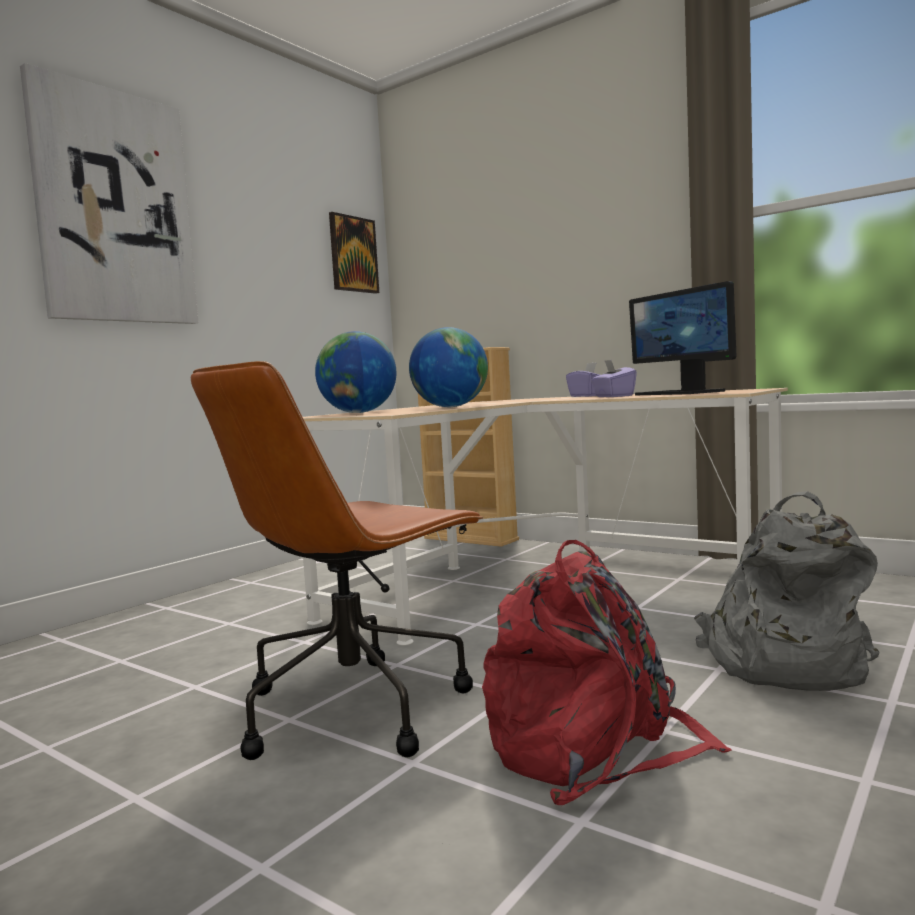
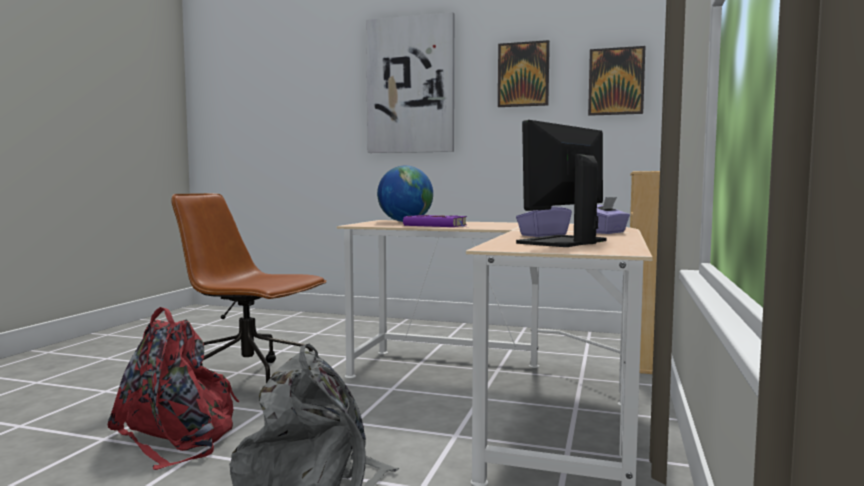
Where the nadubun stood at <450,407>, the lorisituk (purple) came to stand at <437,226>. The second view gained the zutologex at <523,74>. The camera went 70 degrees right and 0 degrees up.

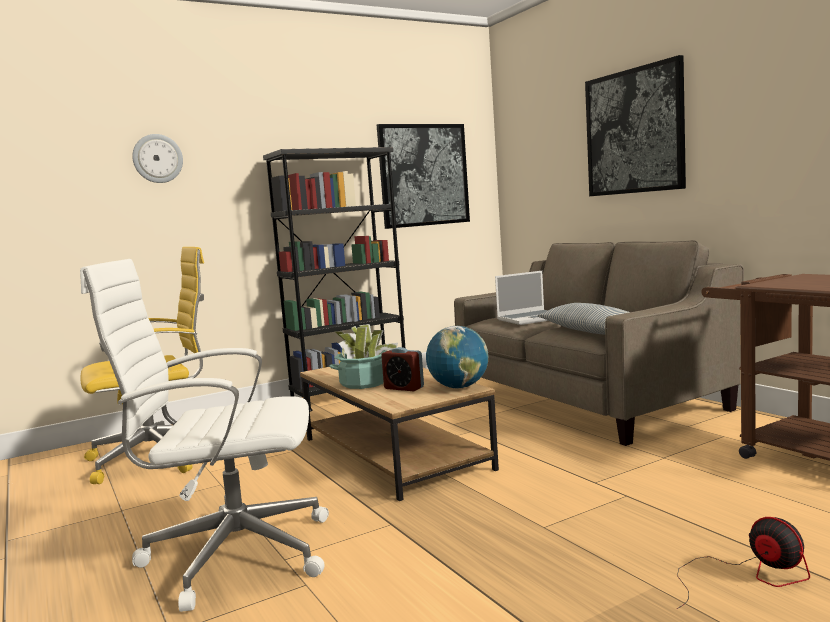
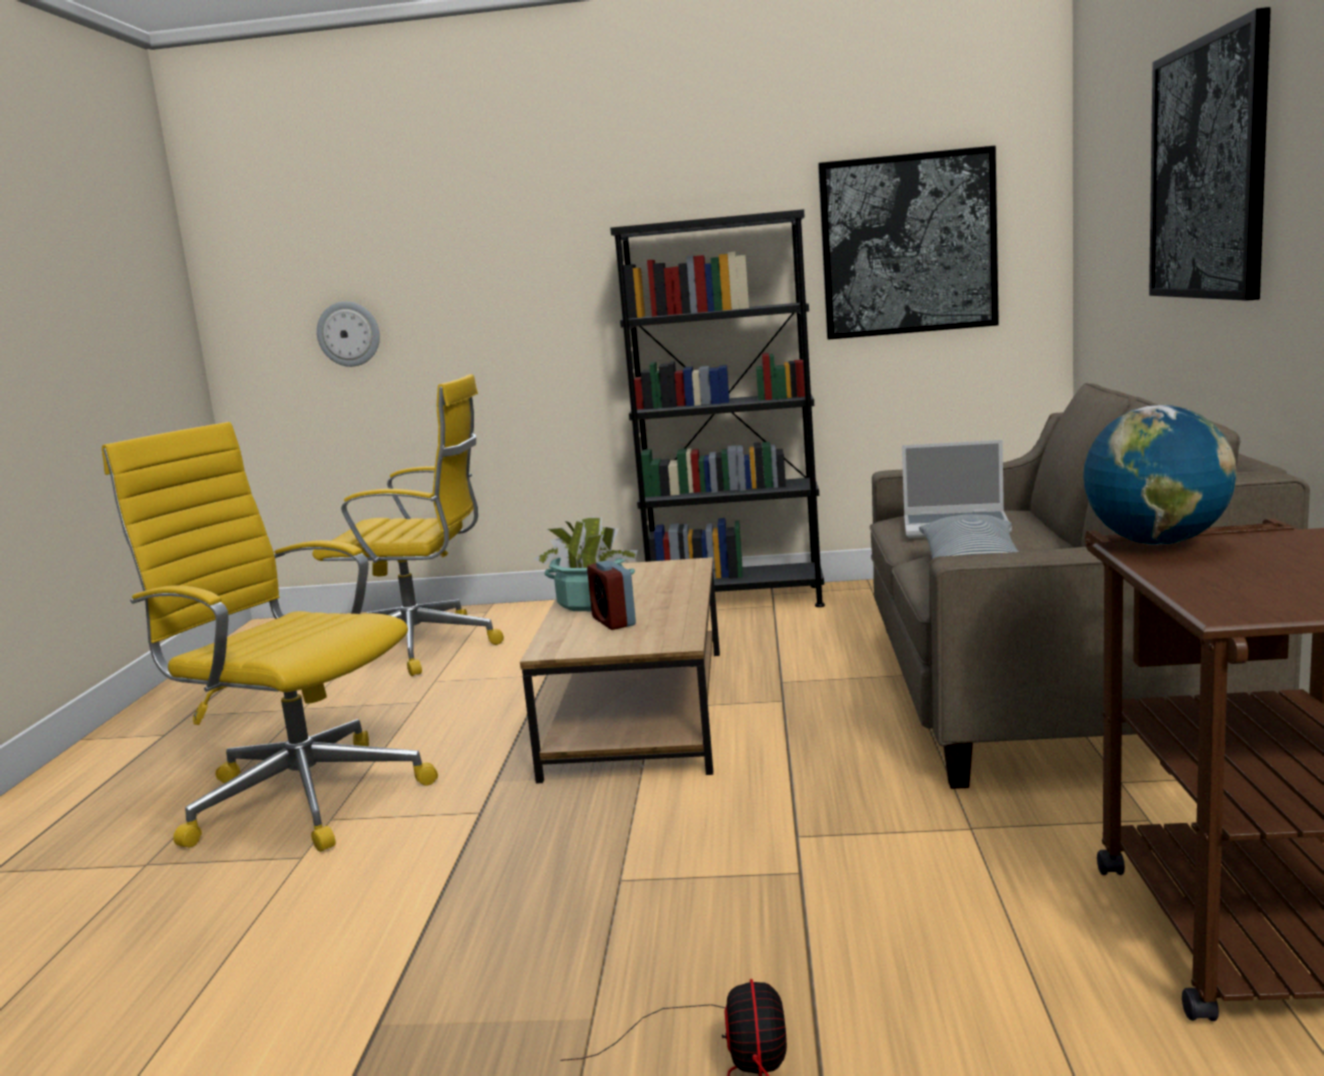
The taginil ended up elsewhere, having gone from <157,158> to <349,334>. What was the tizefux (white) at <231,554> turned into the tizefux (yellow) at <302,796>. The nadubun ended up elsewhere, having gone from <459,387> to <1156,543>. The camera went 35 degrees right and 5 degrees up.

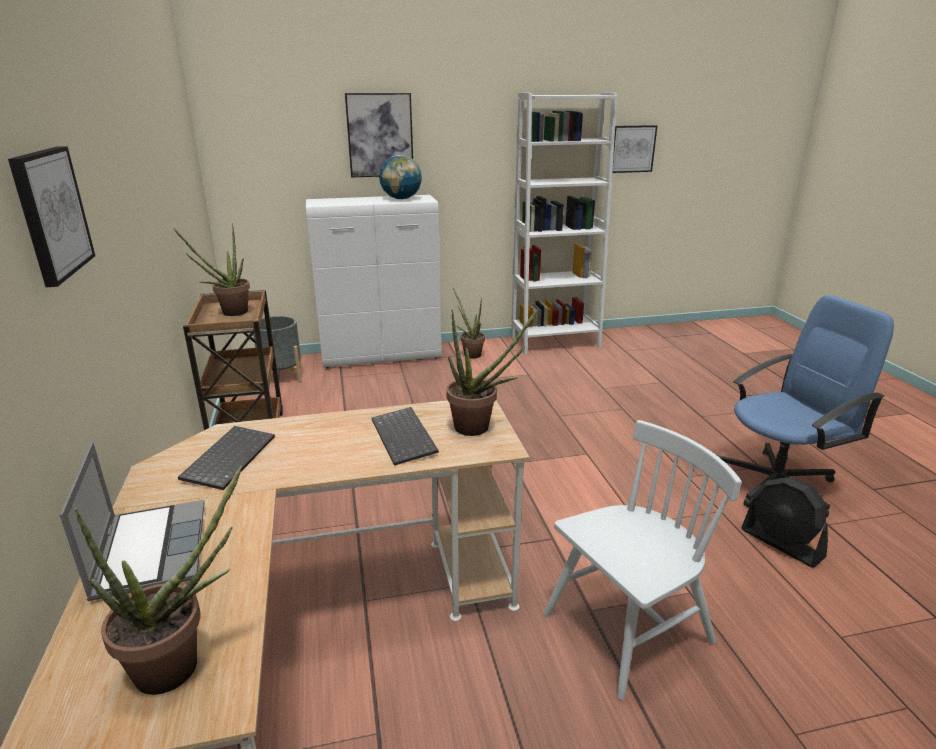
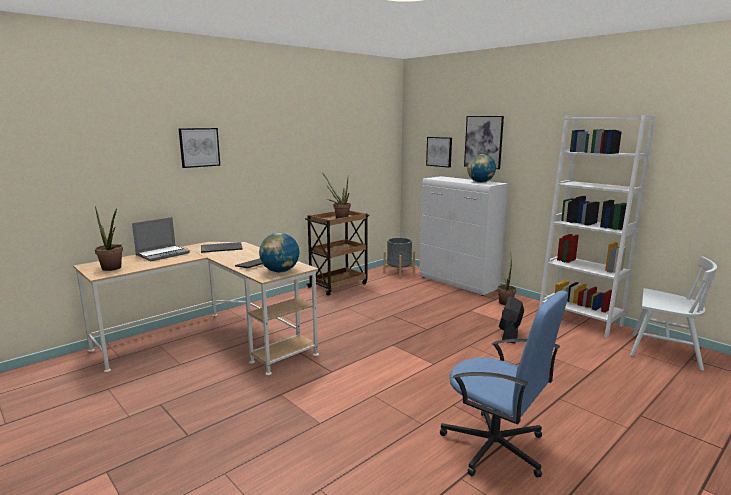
The zutologex ended up elsewhere, having gone from <632,149> to <439,151>. Where the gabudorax stood at <479,428>, the nadubun came to stand at <280,271>. The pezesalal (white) ended up elsewhere, having gone from <627,629> to <664,351>. The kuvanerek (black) ended up elsewhere, having gone from <782,543> to <509,335>. The camera went 60 degrees right and 10 degrees down.

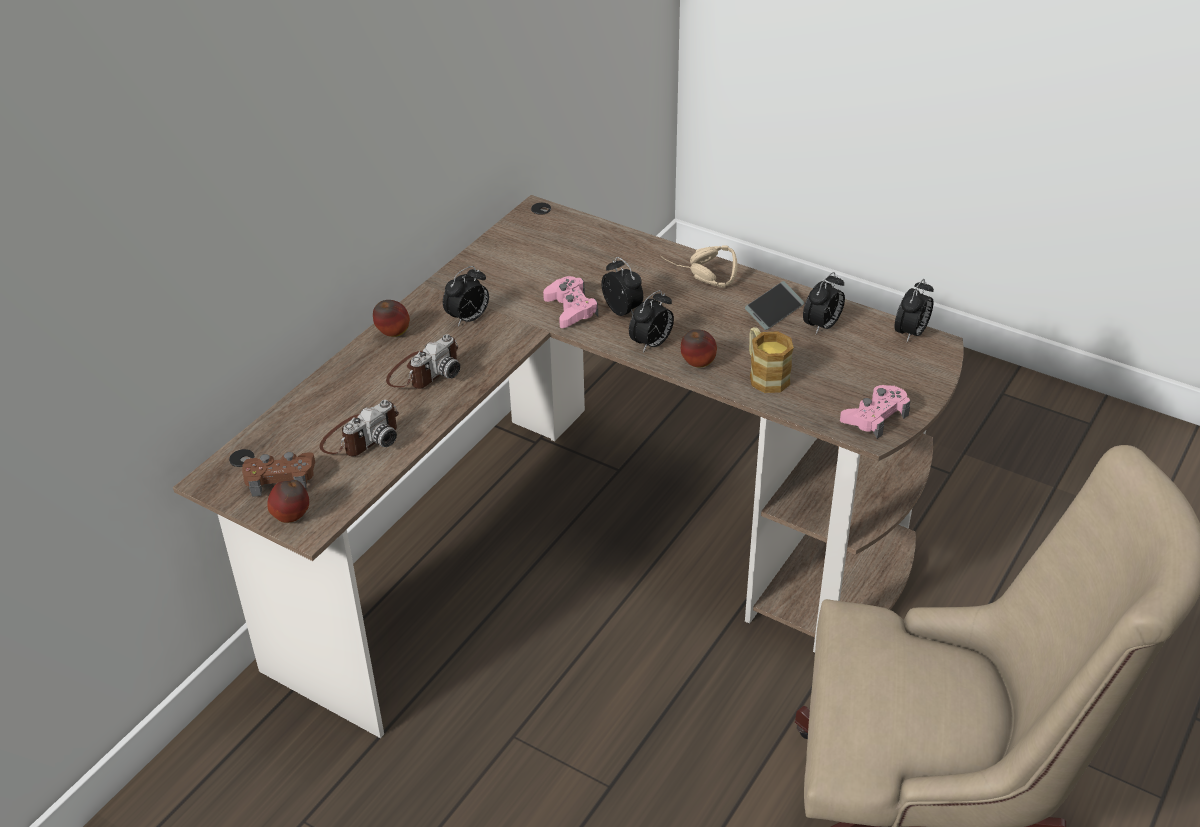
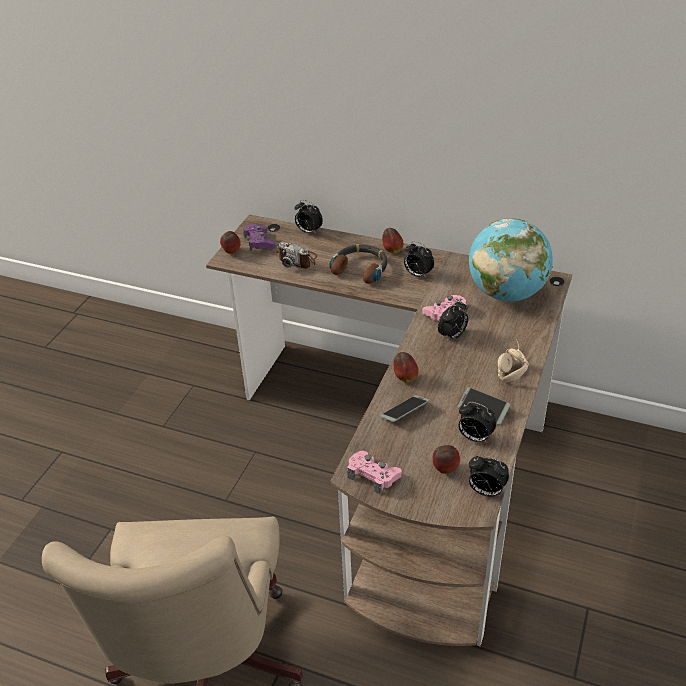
The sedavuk ended up elsewhere, having gone from <651,344> to <308,231>. Where the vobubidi stood at <765,375>, the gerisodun came to stand at <404,412>. Where the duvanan stood at <424,371>, the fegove came to stand at <361,269>. What was the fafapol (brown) at <280,478> turned into the fafapol (purple) at <259,242>. The second view gained the nadubun at <506,293>. The second view gained the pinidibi at <445,470>. The camera went 80 degrees right and 0 degrees up.

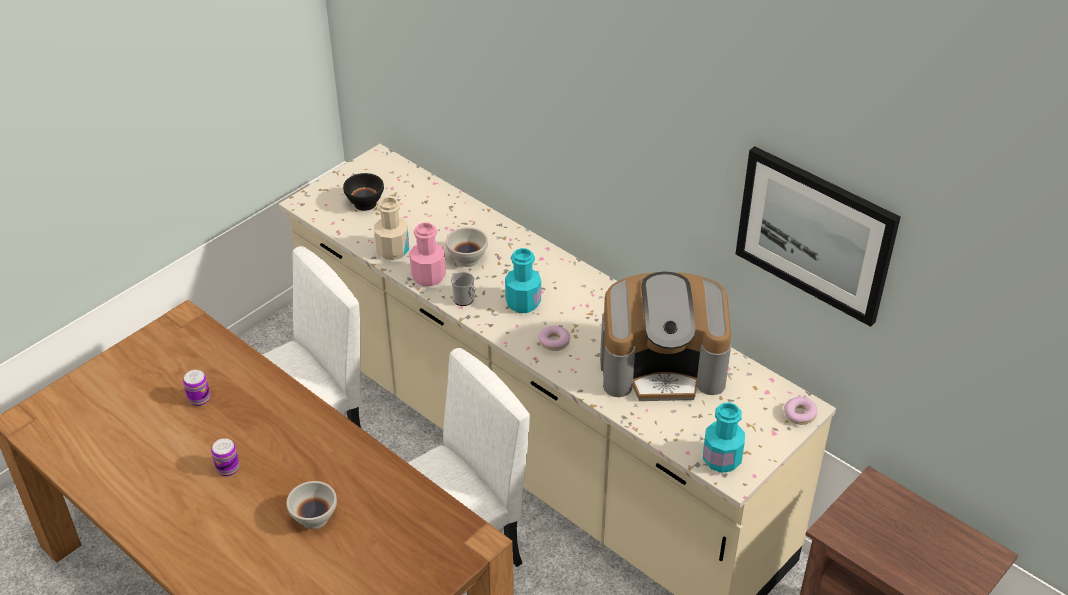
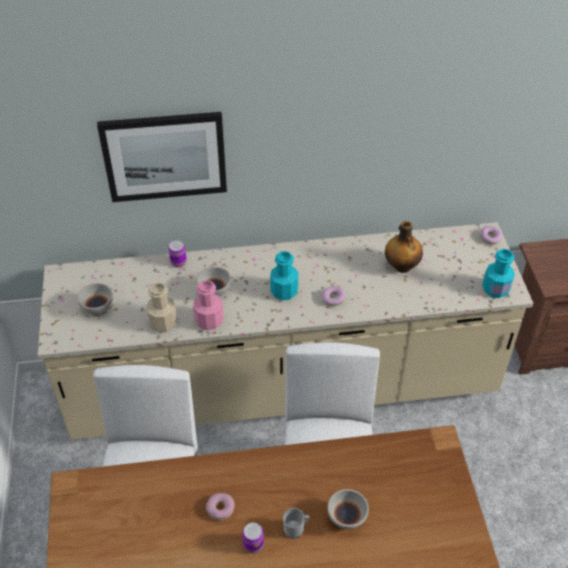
The zutologex ended up elsewhere, having gone from <815,234> to <164,156>. What was the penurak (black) at <365,203> turned into the penurak (white) at <98,308>. The vobubidi ended up elsewhere, having gone from <465,300> to <295,529>. Where the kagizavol stood at <662,366>, the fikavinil came to stand at <401,266>. The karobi ended up elsewhere, having gone from <199,399> to <178,262>. The second view gained the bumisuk at <220,508>. The camera went 50 degrees left and 5 degrees up.

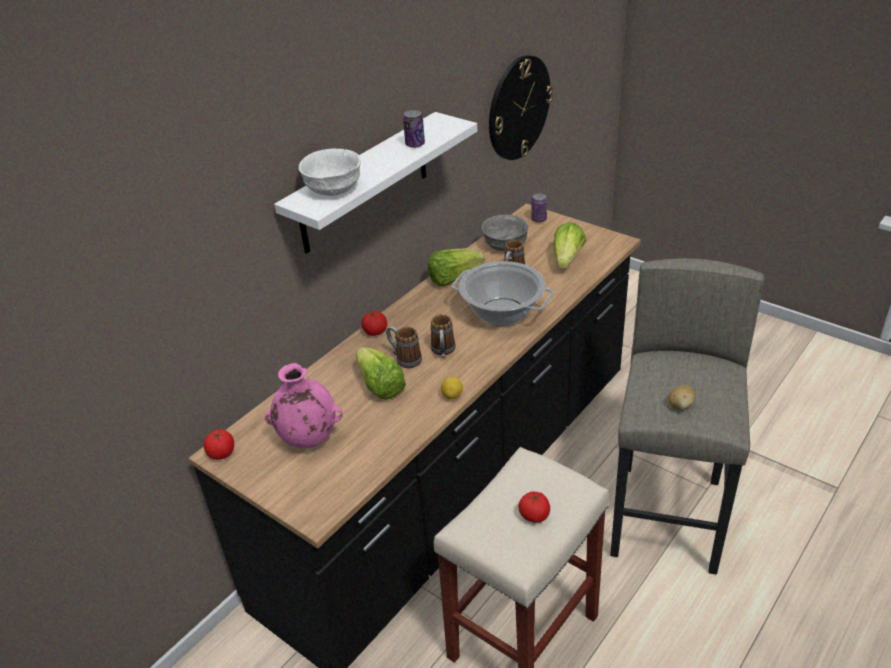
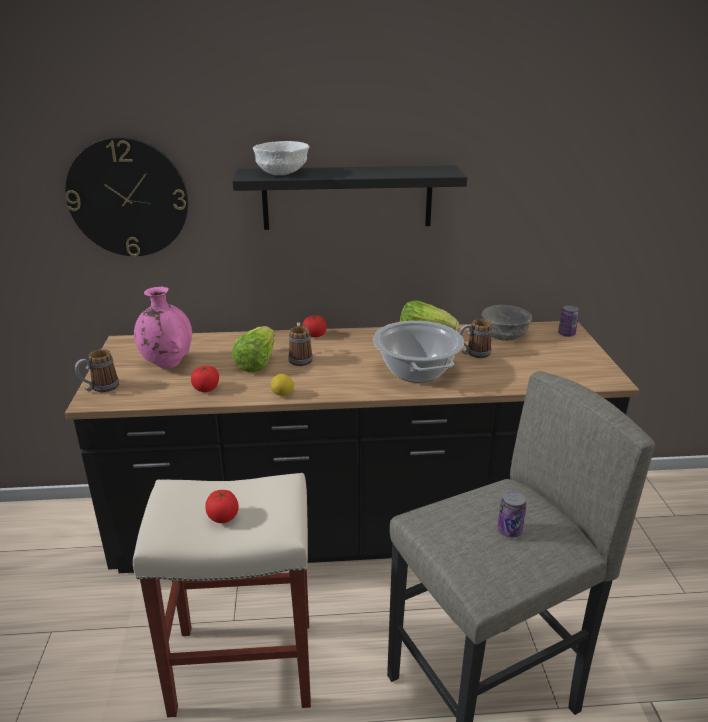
The taginil ended up elsewhere, having gone from <518,108> to <128,198>. The karobi ended up elsewhere, having gone from <415,144> to <509,530>. What was the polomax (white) at <364,183> turned into the polomax (black) at <347,197>. The second view lost the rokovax at <567,259>. The vobubidi ended up elsewhere, having gone from <443,352> to <100,388>. The second view lost the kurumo at <680,406>. The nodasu ended up elsewhere, having gone from <222,453> to <206,389>. The camera went 45 degrees right and 10 degrees down.

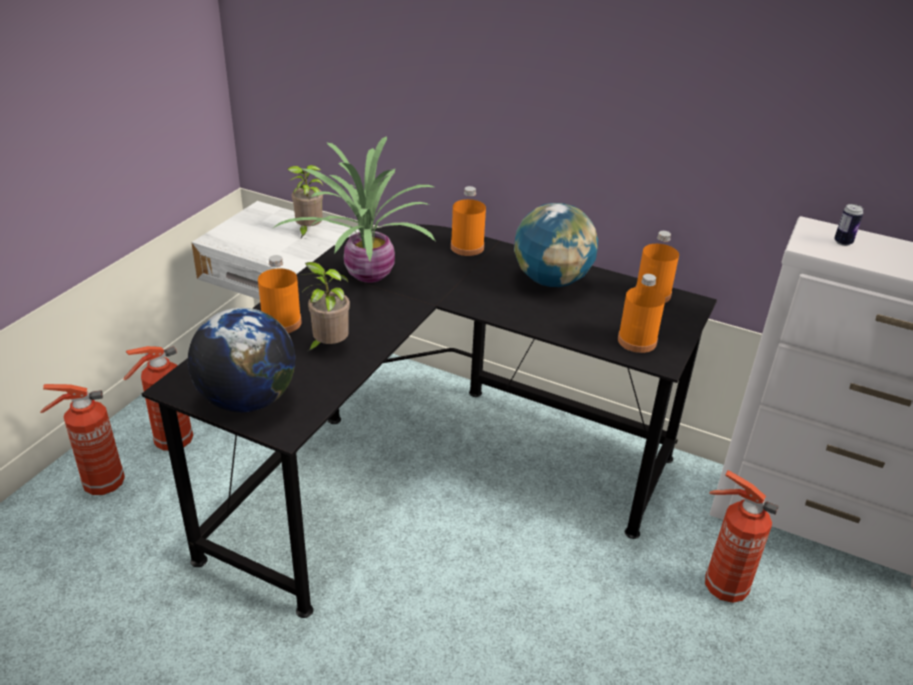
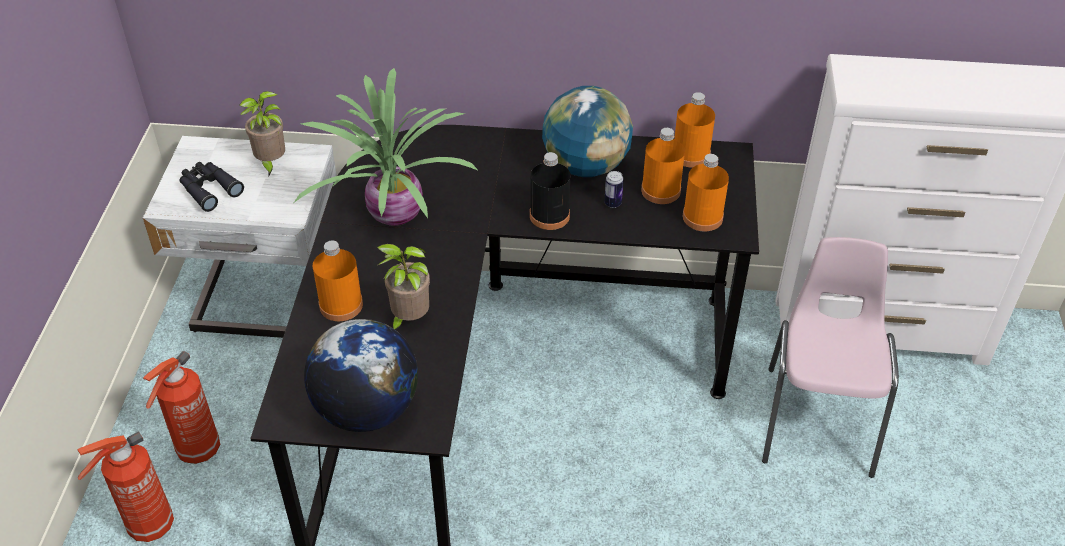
The fikavinil (orange) ended up elsewhere, having gone from <467,247> to <660,191>. The karobi ended up elsewhere, having gone from <843,242> to <612,203>. Where the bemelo stood at <722,586>, the pezesalal (pink) came to stand at <818,419>. The second view gained the fikavinil (black) at <549,216>. The second view gained the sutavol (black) at <209,189>. The camera went 20 degrees left and 10 degrees up.

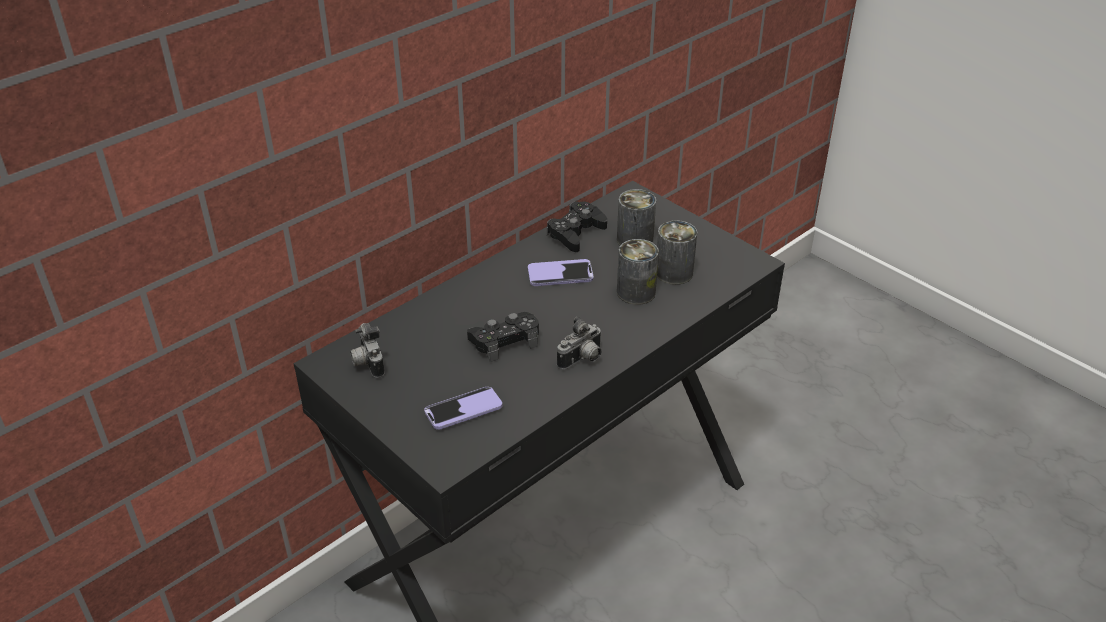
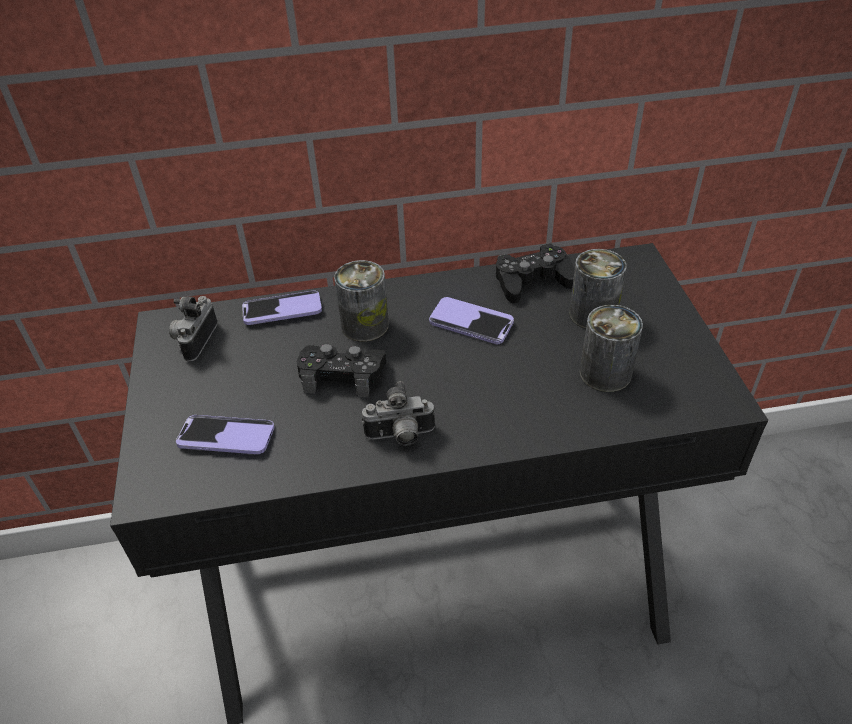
The karobi ended up elsewhere, having gone from <636,292> to <365,325>. The second view gained the gerisodun at <282,310>. The camera went 35 degrees right and 5 degrees up.

